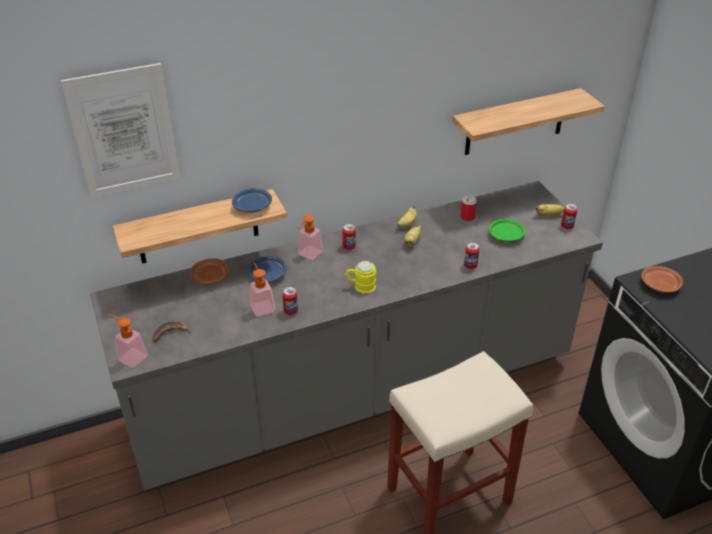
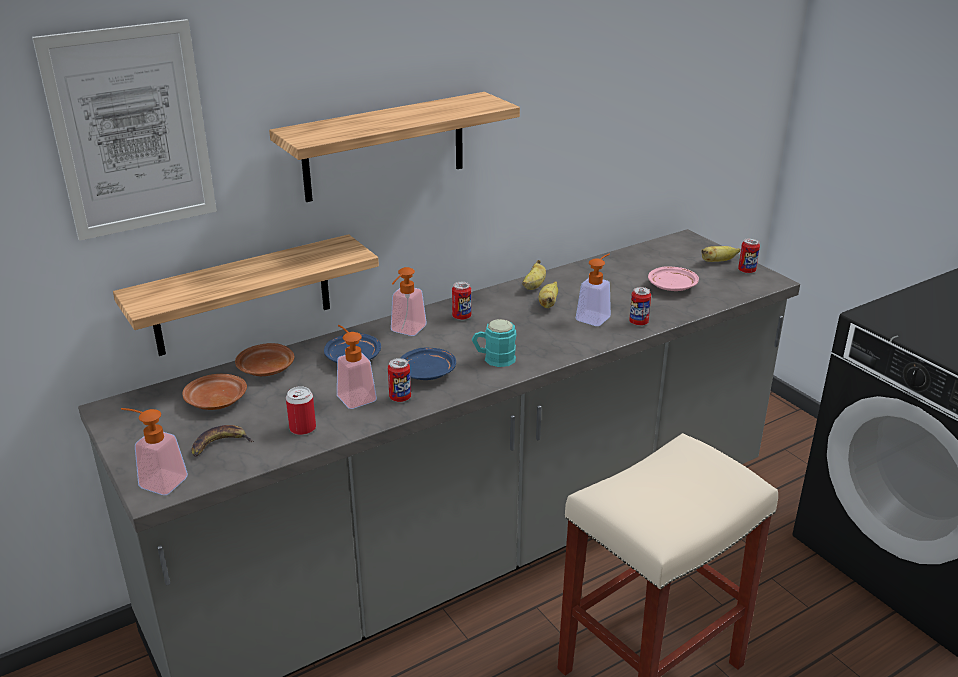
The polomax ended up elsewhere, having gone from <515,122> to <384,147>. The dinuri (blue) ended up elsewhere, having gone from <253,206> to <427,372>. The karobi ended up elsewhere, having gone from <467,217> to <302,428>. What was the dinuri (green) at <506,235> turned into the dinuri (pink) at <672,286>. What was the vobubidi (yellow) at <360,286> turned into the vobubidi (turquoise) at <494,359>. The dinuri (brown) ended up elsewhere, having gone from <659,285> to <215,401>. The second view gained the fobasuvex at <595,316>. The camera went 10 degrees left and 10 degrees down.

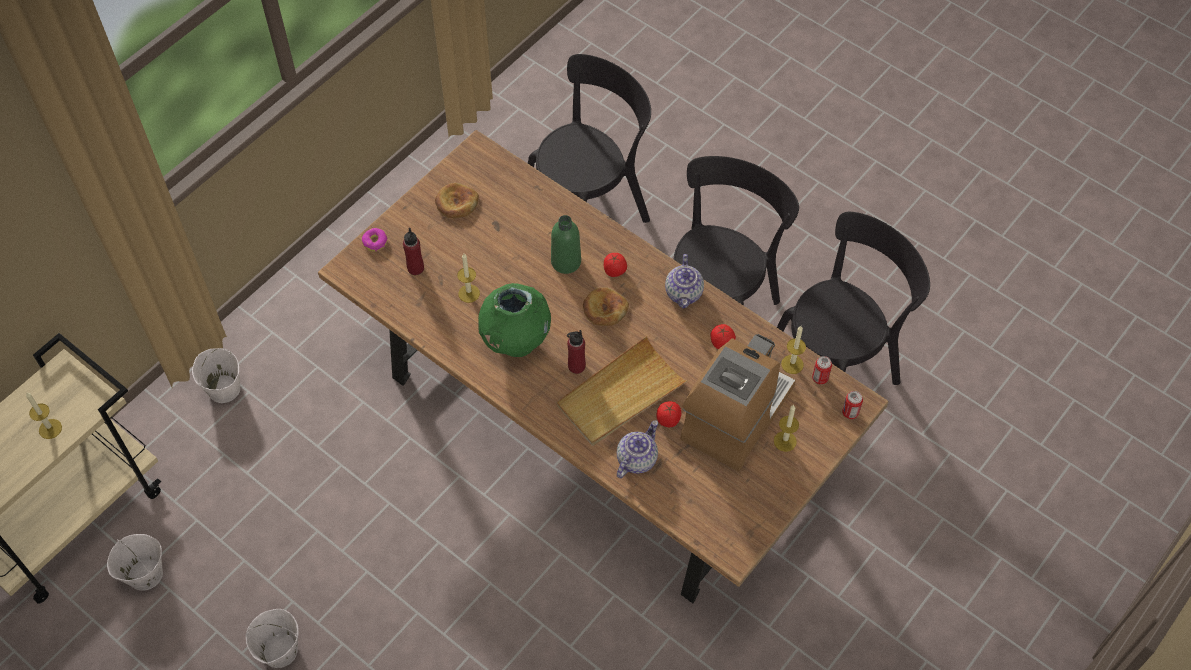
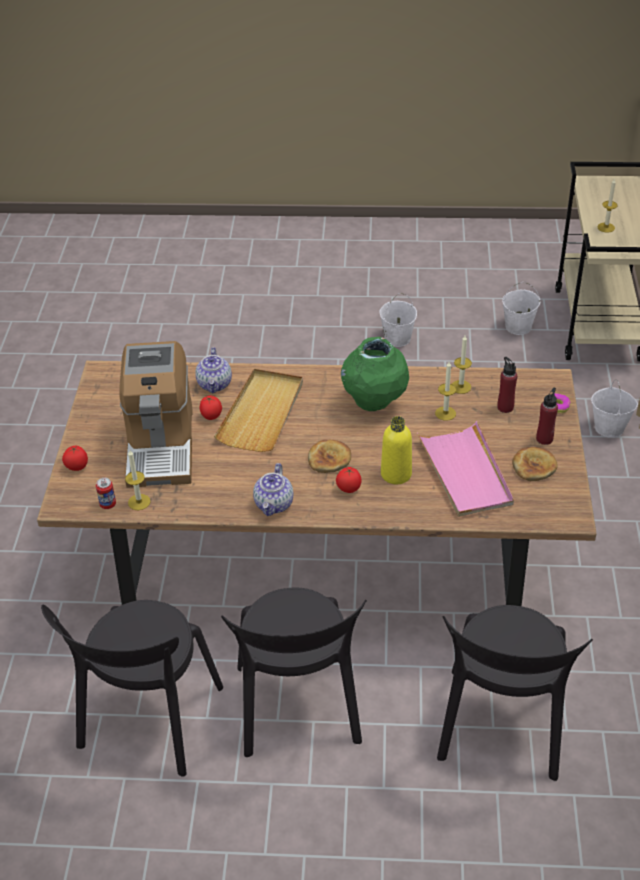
What was the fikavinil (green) at <566,262> turned into the fikavinil (yellow) at <396,474>. The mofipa at <684,293> ended up facing another way, 135 degrees counterclockwise from before. The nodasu ended up elsewhere, having gone from <721,343> to <77,467>. The fikavinil (red) ended up elsewhere, having gone from <576,366> to <544,439>. The second view lost the karobi at <850,412>. The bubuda ended up elsewhere, having gone from <785,441> to <461,387>. The second view gained the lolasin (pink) at <465,473>. The camera went 145 degrees right and 15 degrees down.

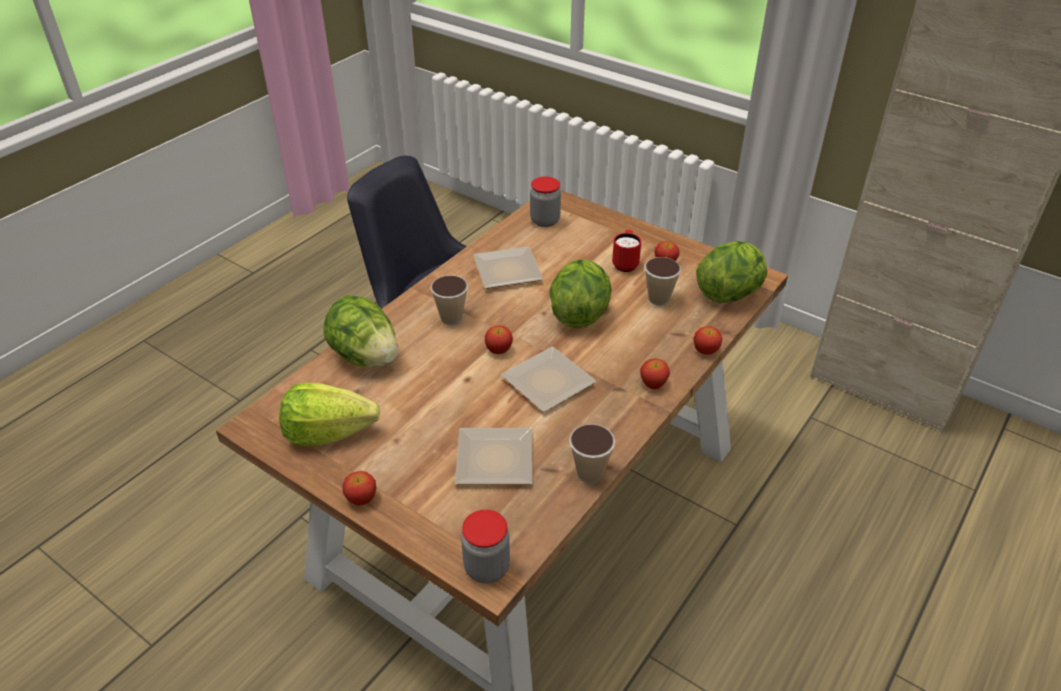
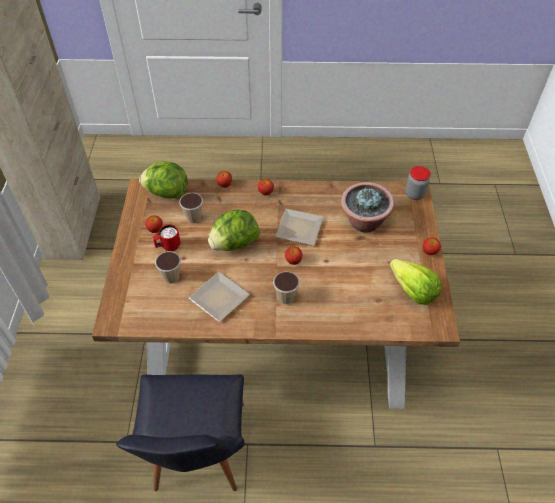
The second view lost the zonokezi at <545,221>. The second view lost the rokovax at <365,356>. The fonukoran ended up elsewhere, having gone from <590,473> to <171,277>. Where the dinuri stood at <492,458>, the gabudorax came to stand at <364,222>. The camera went 125 degrees left and 10 degrees up.

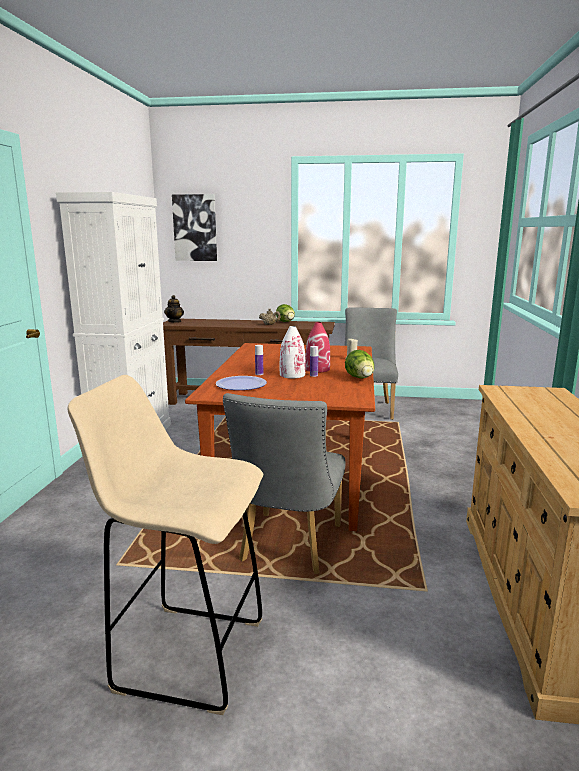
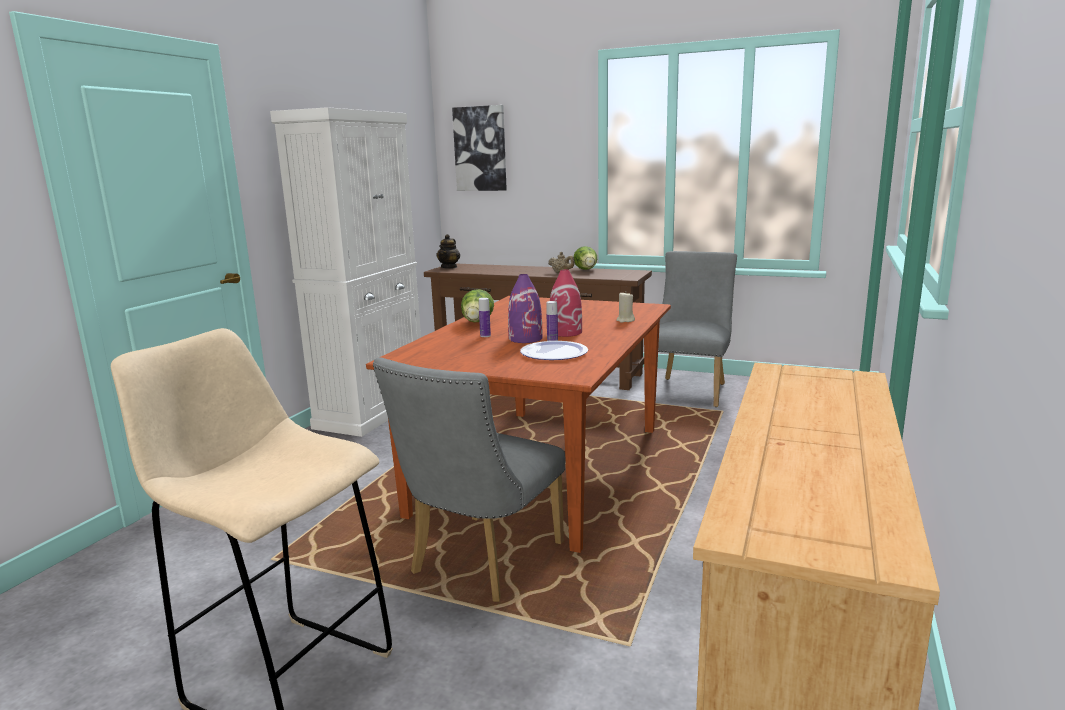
What was the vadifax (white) at <292,375> turned into the vadifax (purple) at <525,338>. The rokovax ended up elsewhere, having gone from <360,378> to <477,323>. The dinuri ended up elsewhere, having gone from <241,384> to <554,352>. The camera went 15 degrees right and 0 degrees up.

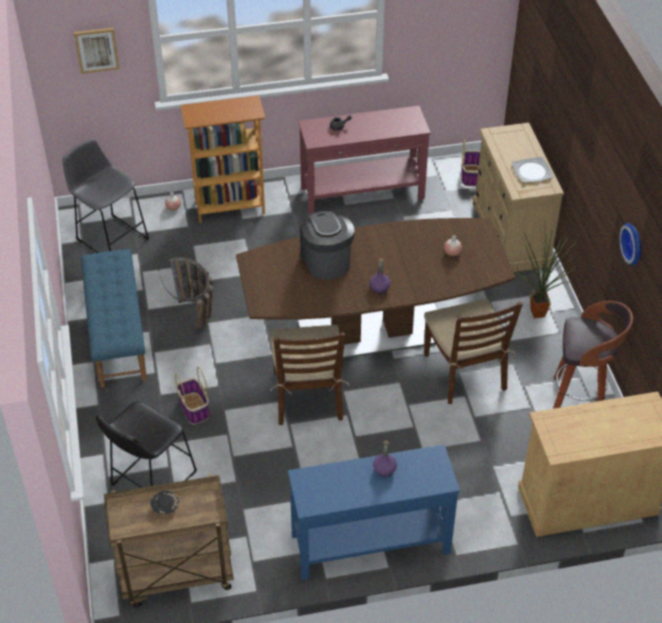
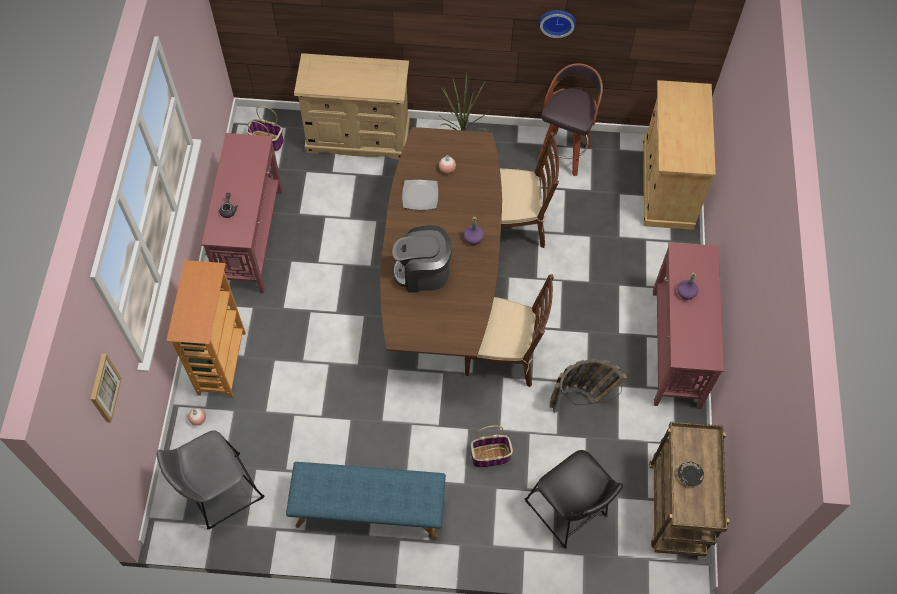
The dinuri ended up elsewhere, having gone from <532,171> to <420,195>. The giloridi ended up elsewhere, having gone from <198,319> to <582,399>. What was the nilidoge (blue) at <369,543> turned into the nilidoge (red) at <675,348>. The camera went 75 degrees left and 15 degrees up.

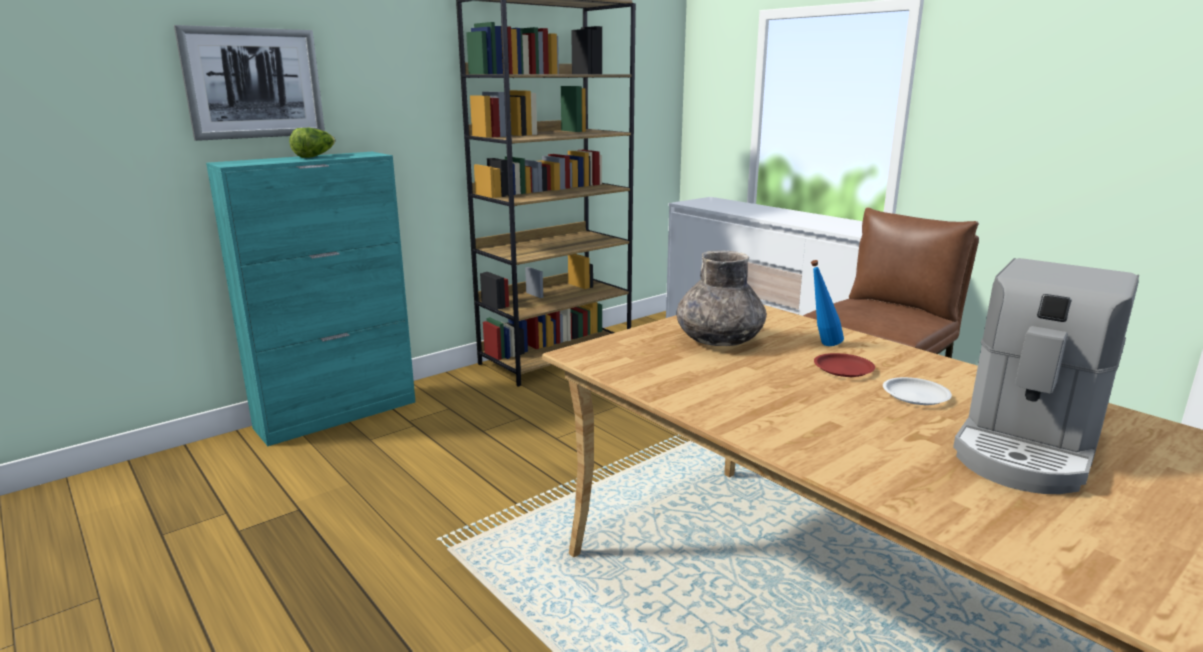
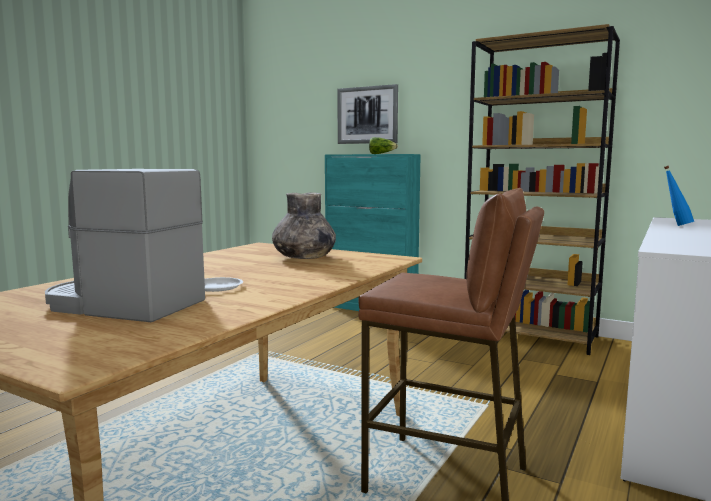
The fikavinil (blue) ended up elsewhere, having gone from <821,345> to <675,225>. The second view lost the dinuri (red) at <843,369>. The camera went 70 degrees right and 10 degrees down.

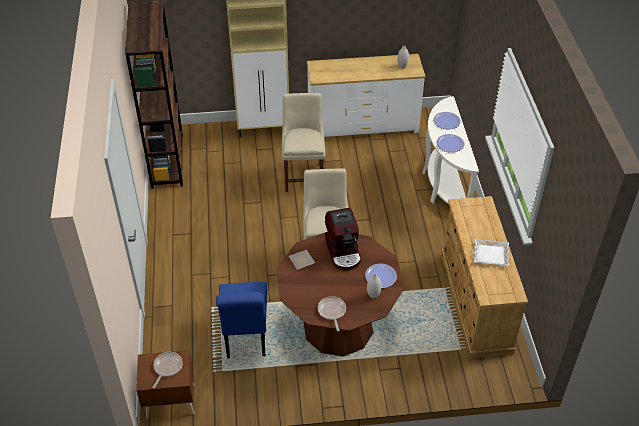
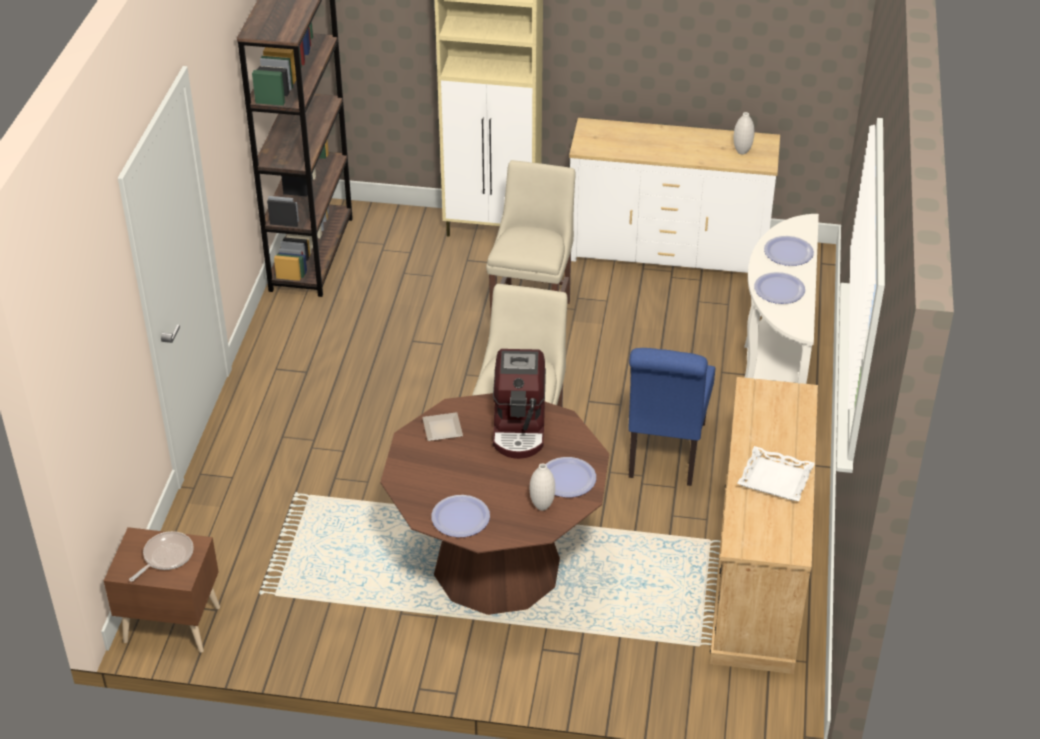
The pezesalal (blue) ended up elsewhere, having gone from <245,338> to <664,454>. Where the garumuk stood at <332,312>, the dinuri came to stand at <460,517>. The camera went 15 degrees right and 5 degrees down.

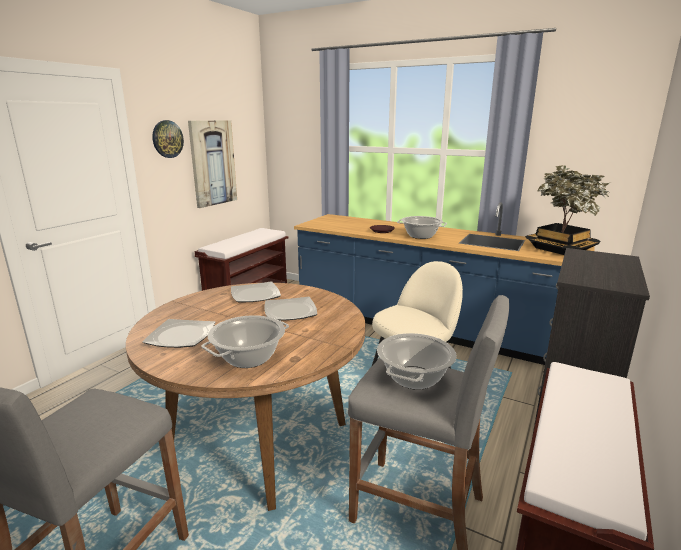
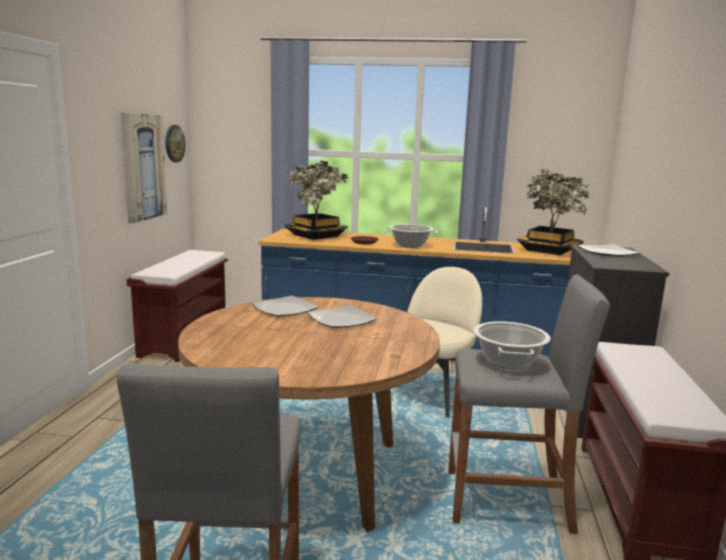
The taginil ended up elsewhere, having gone from <167,139> to <174,143>. The second view lost the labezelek at <248,358>. The dinuri ended up elsewhere, having gone from <180,336> to <607,253>. The second view gained the gabudorax at <316,235>. The camera went 20 degrees left and 5 degrees down.

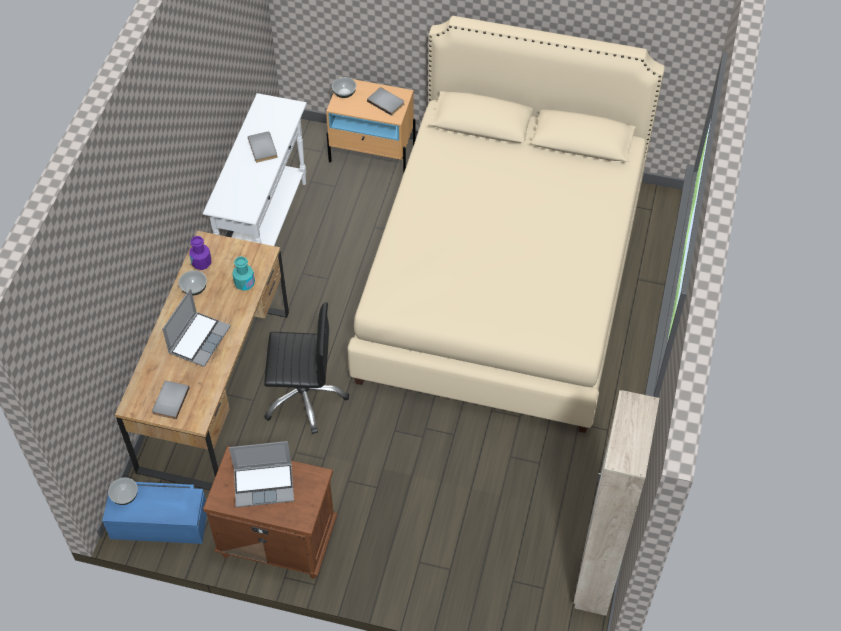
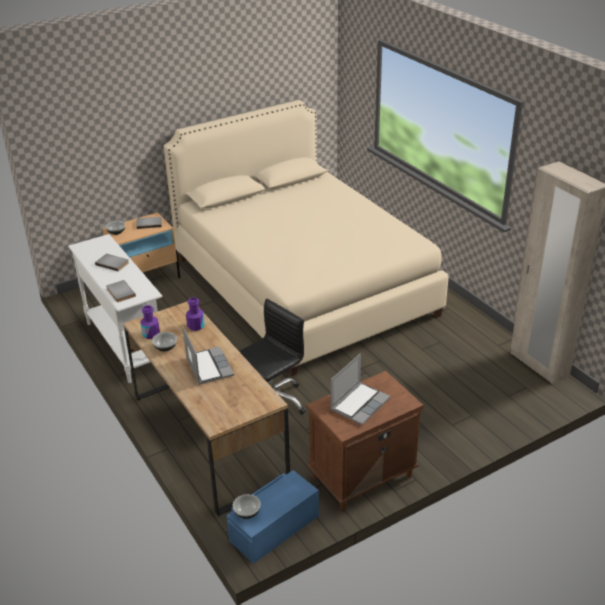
What was the fikavinil (turquoise) at <244,283> turned into the fikavinil (purple) at <196,326>. The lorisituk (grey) ended up elsewhere, having gone from <169,400> to <119,292>. The camera went 45 degrees left and 20 degrees down.

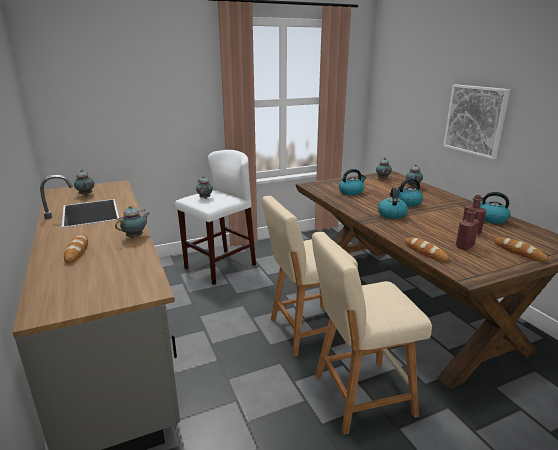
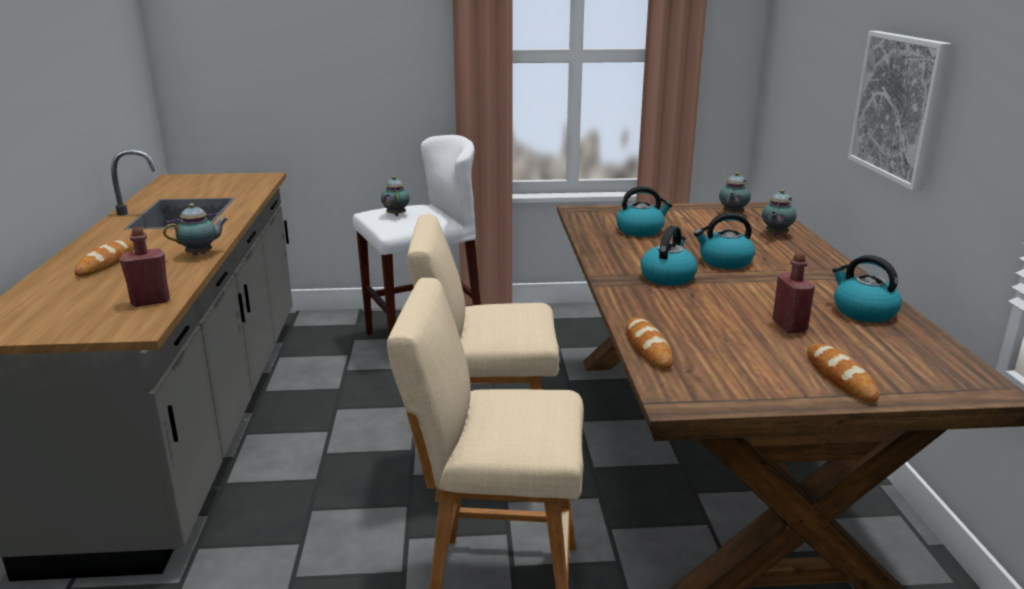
The second view lost the mofipa at <86,195>. The fikavinil (red) ended up elsewhere, having gone from <464,246> to <150,301>. The camera went 20 degrees right and 0 degrees up.

